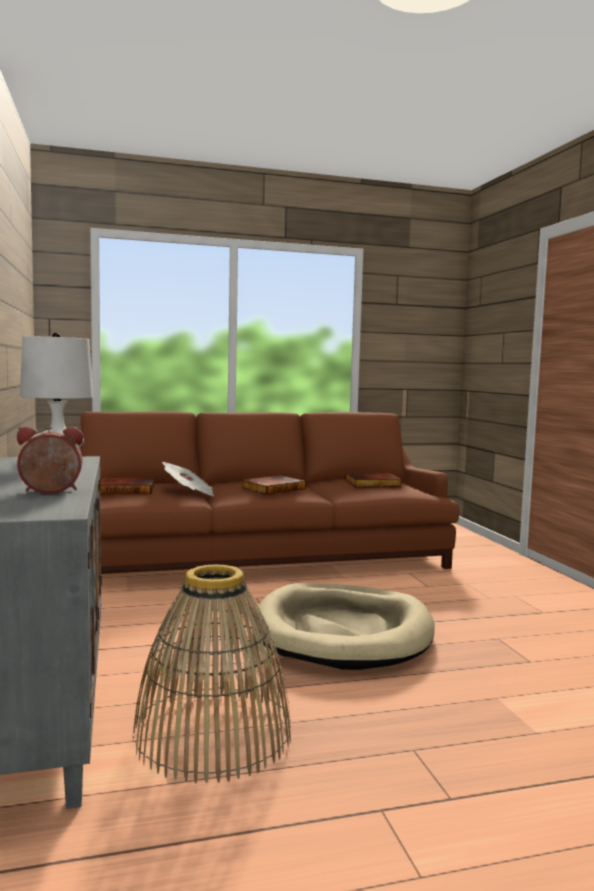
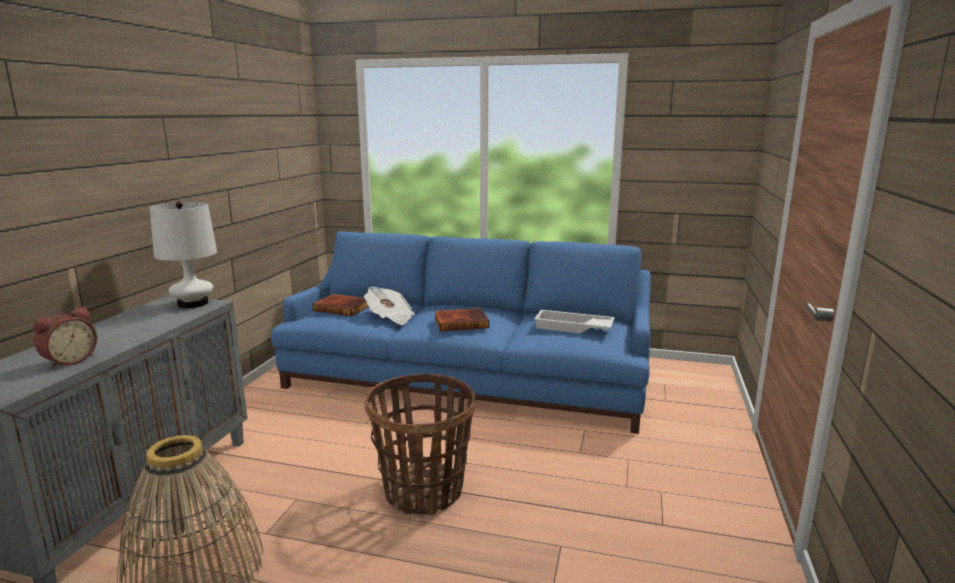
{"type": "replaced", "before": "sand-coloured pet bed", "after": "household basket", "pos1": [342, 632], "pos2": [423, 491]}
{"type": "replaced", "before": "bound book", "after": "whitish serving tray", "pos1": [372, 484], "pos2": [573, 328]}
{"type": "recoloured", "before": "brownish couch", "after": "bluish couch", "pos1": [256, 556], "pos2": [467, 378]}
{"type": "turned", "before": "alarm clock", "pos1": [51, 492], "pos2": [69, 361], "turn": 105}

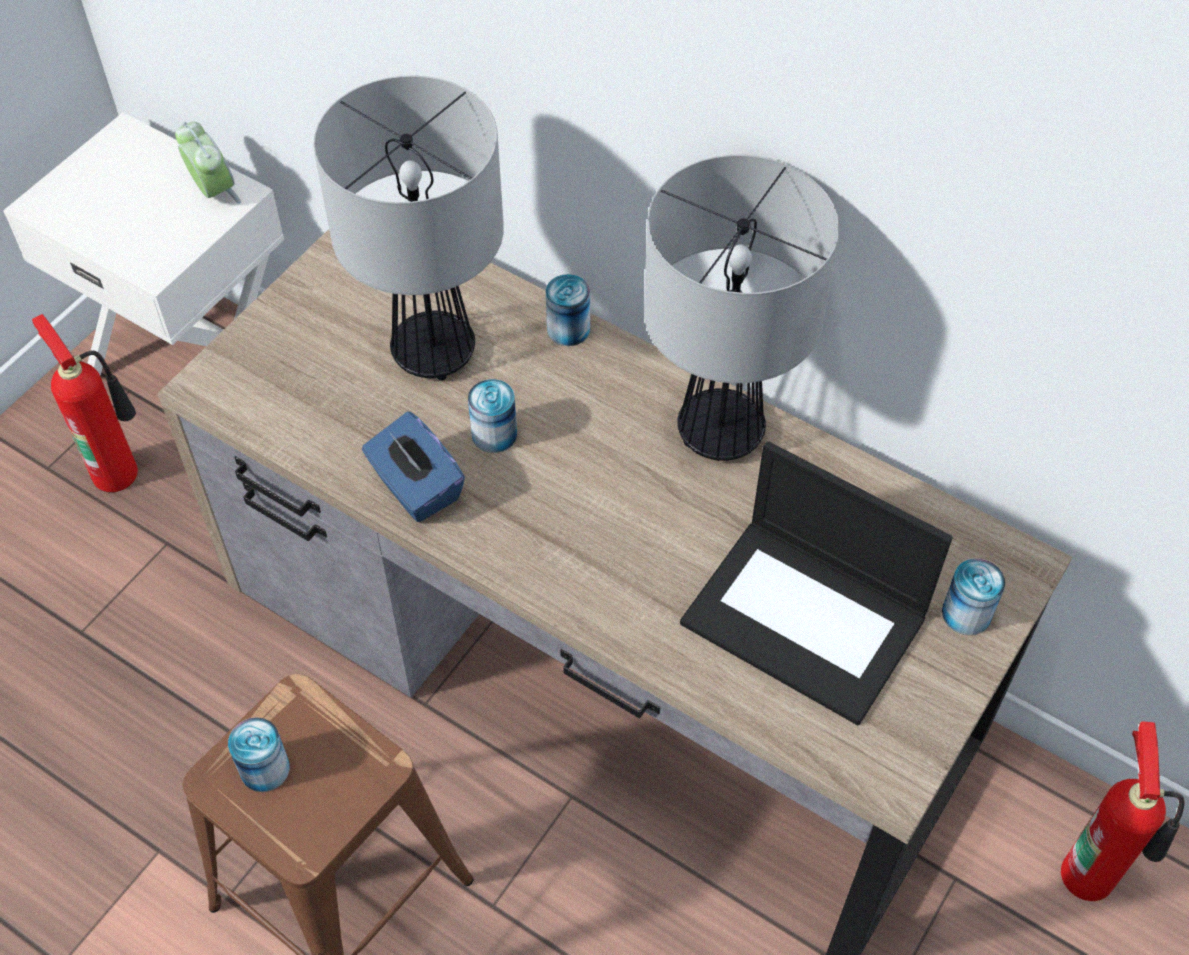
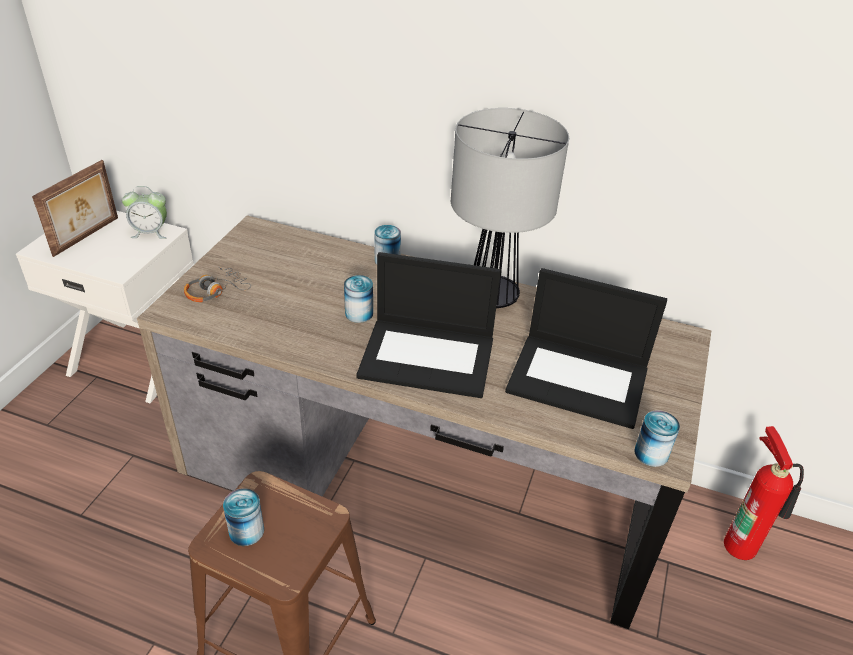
{"type": "removed", "before": "extinguisher", "pos1": [117, 469]}
{"type": "removed", "before": "table lamp", "pos1": [432, 353]}
{"type": "removed", "before": "bluish tissue holder", "pos1": [416, 487]}
{"type": "added", "after": "photo frame", "pos2": [87, 237]}
{"type": "added", "after": "headset", "pos2": [216, 291]}
{"type": "added", "after": "portable computer", "pos2": [429, 357]}
{"type": "moved", "before": "metal can", "pos1": [966, 613], "pos2": [651, 453]}
{"type": "turned", "before": "alarm clock", "pos1": [213, 192], "pos2": [150, 232], "turn": 135}

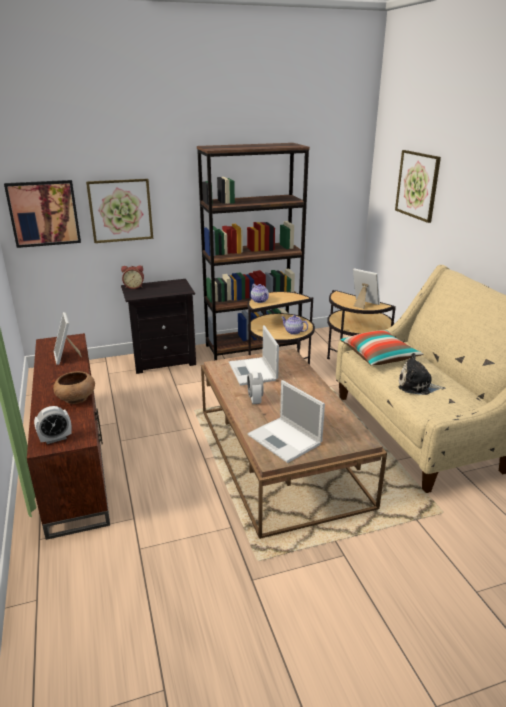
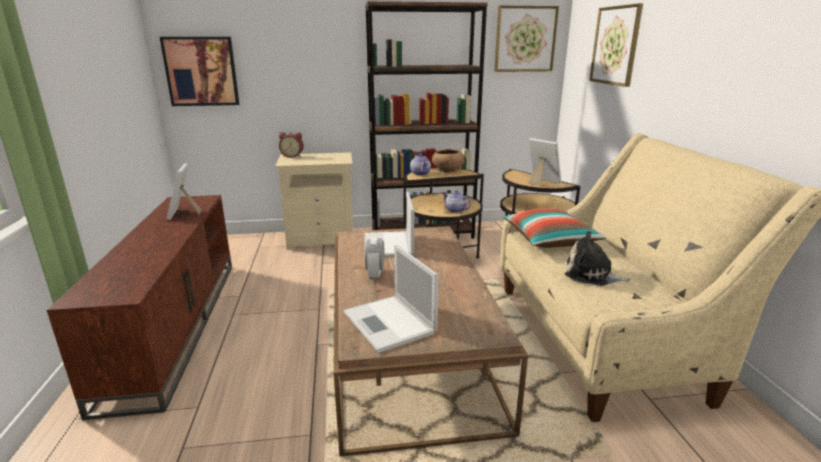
{"type": "removed", "before": "alarm clock", "pos1": [56, 439]}
{"type": "moved", "before": "brownish deep dish", "pos1": [76, 398], "pos2": [447, 170]}
{"type": "moved", "before": "wall picture", "pos1": [120, 210], "pos2": [525, 39]}
{"type": "recoloured", "before": "blackish bedside table", "after": "sand-coloured bedside table", "pos1": [163, 360], "pos2": [321, 239]}

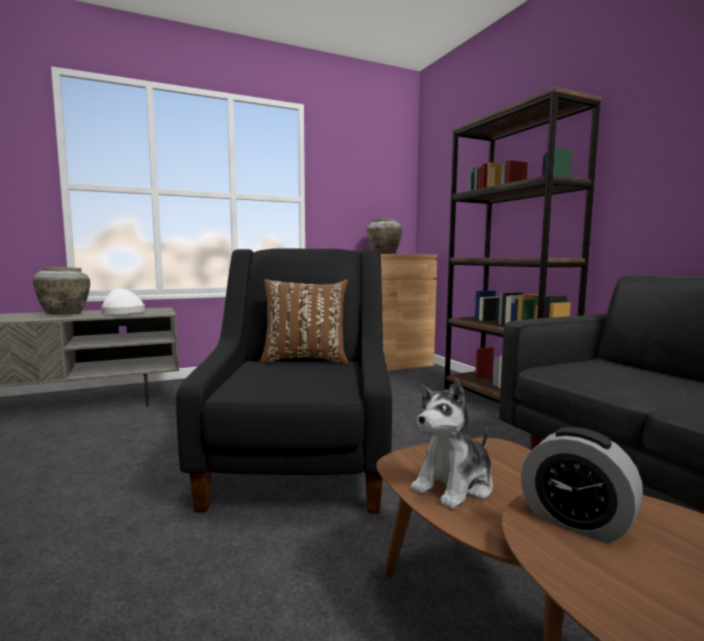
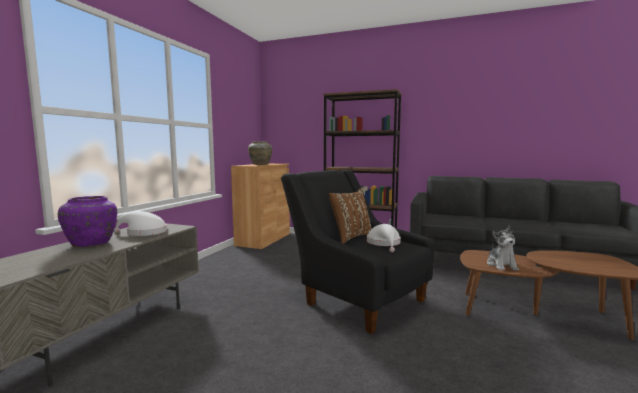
{"type": "removed", "before": "alarm clock", "pos1": [576, 522]}
{"type": "added", "after": "whitish wearable hat", "pos2": [384, 244]}
{"type": "recoloured", "before": "sand-coloured decorative vase", "after": "purplish decorative vase", "pos1": [65, 314], "pos2": [92, 244]}

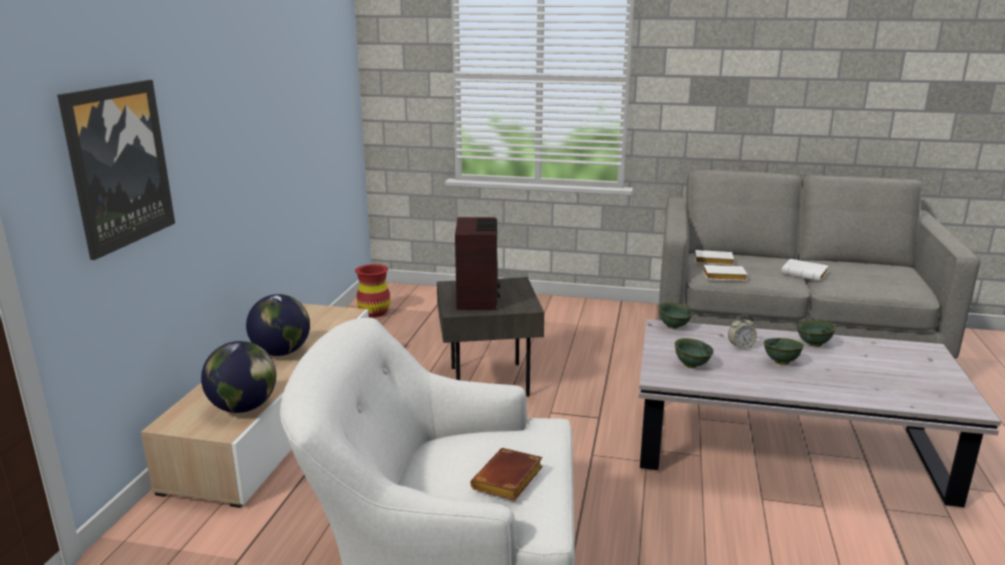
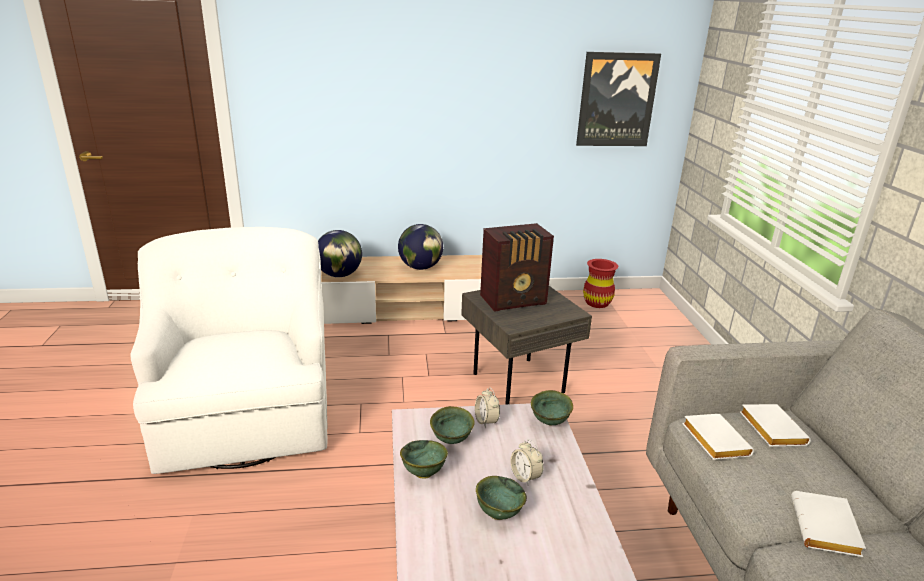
{"type": "removed", "before": "brownish bound book", "pos1": [508, 481]}
{"type": "added", "after": "alarm clock", "pos2": [486, 421]}
{"type": "moved", "before": "wall picture", "pos1": [118, 166], "pos2": [616, 100]}
{"type": "moved", "before": "greenish deep dish", "pos1": [814, 345], "pos2": [422, 473]}

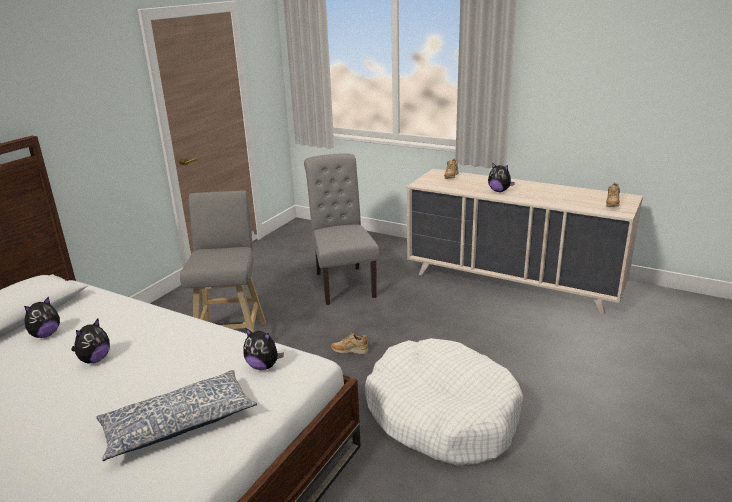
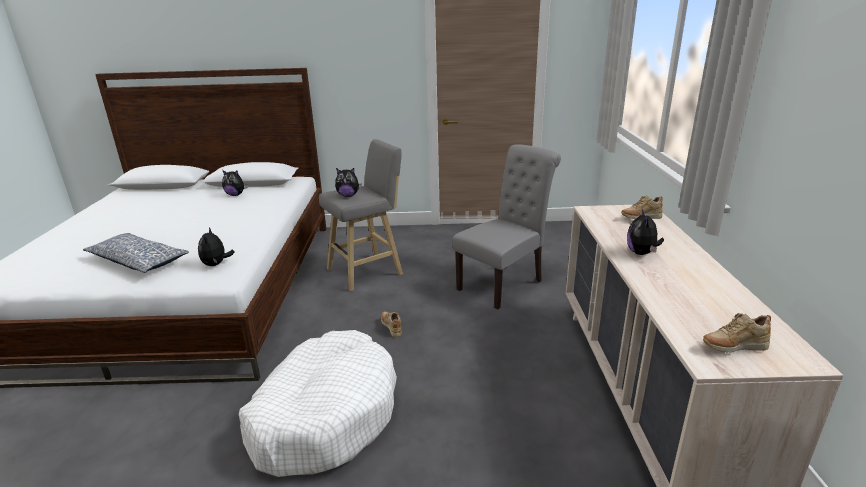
{"type": "moved", "before": "cuddly toy", "pos1": [94, 359], "pos2": [348, 195]}

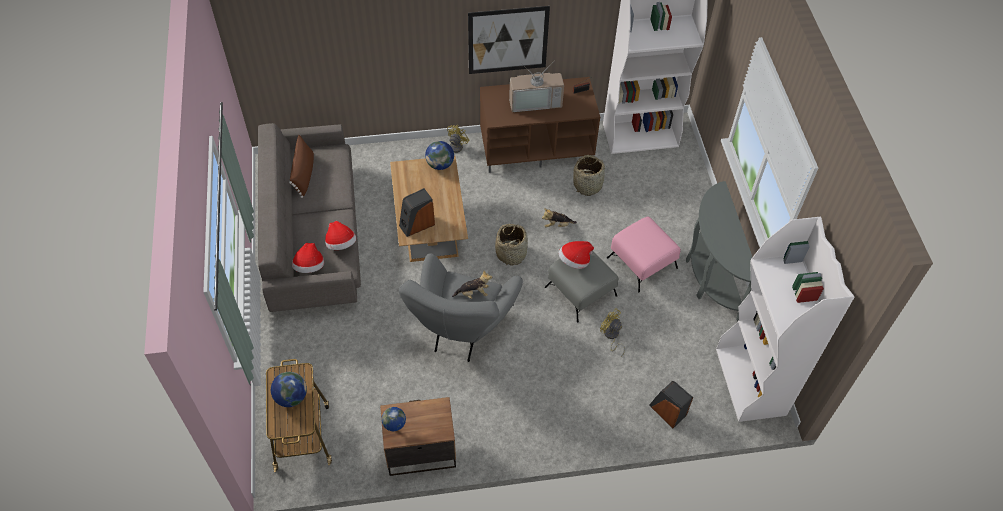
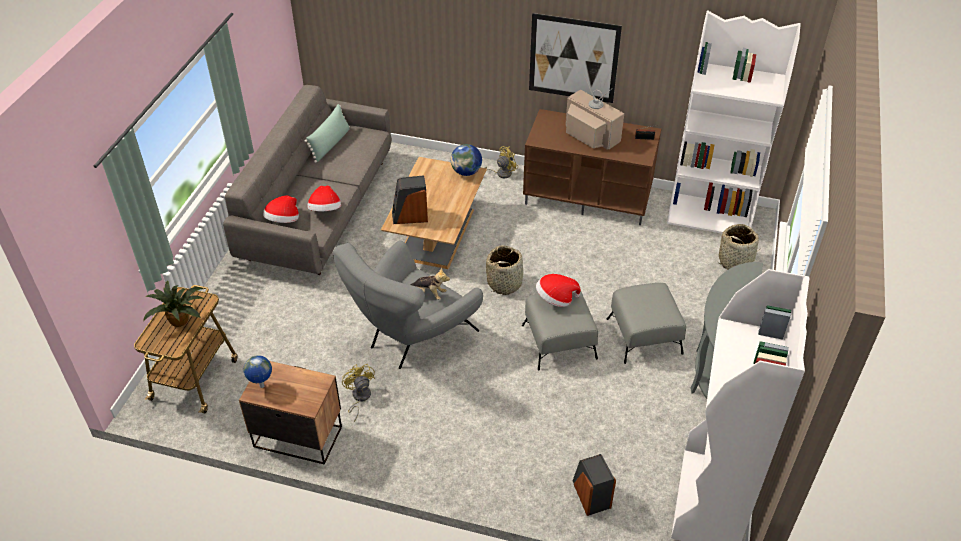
{"type": "removed", "before": "cuddly toy", "pos1": [557, 225]}
{"type": "moved", "before": "household basket", "pos1": [588, 185], "pos2": [735, 261]}
{"type": "moved", "before": "yellow cooling fan", "pos1": [611, 336], "pos2": [359, 398]}
{"type": "replaced", "before": "globe", "after": "plant in a pot", "pos1": [291, 397], "pos2": [180, 319]}
{"type": "recoloured", "before": "brownish cushion", "after": "greenish cushion", "pos1": [304, 174], "pos2": [330, 144]}
{"type": "recoloured", "before": "pink pouffe", "after": "gray pouffe", "pos1": [642, 262], "pos2": [644, 335]}
{"type": "turned", "before": "television", "pos1": [535, 101], "pos2": [589, 135], "turn": -150}

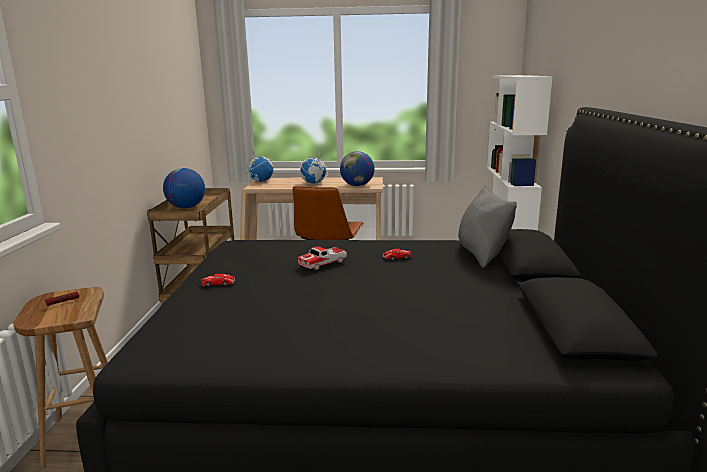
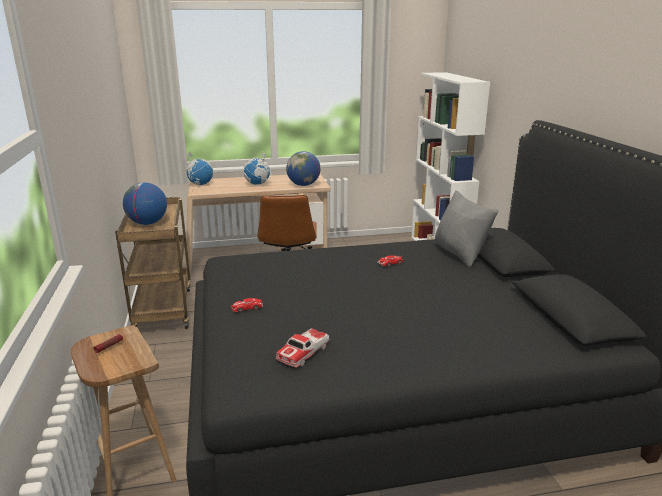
{"type": "moved", "before": "toy car", "pos1": [322, 263], "pos2": [303, 353]}

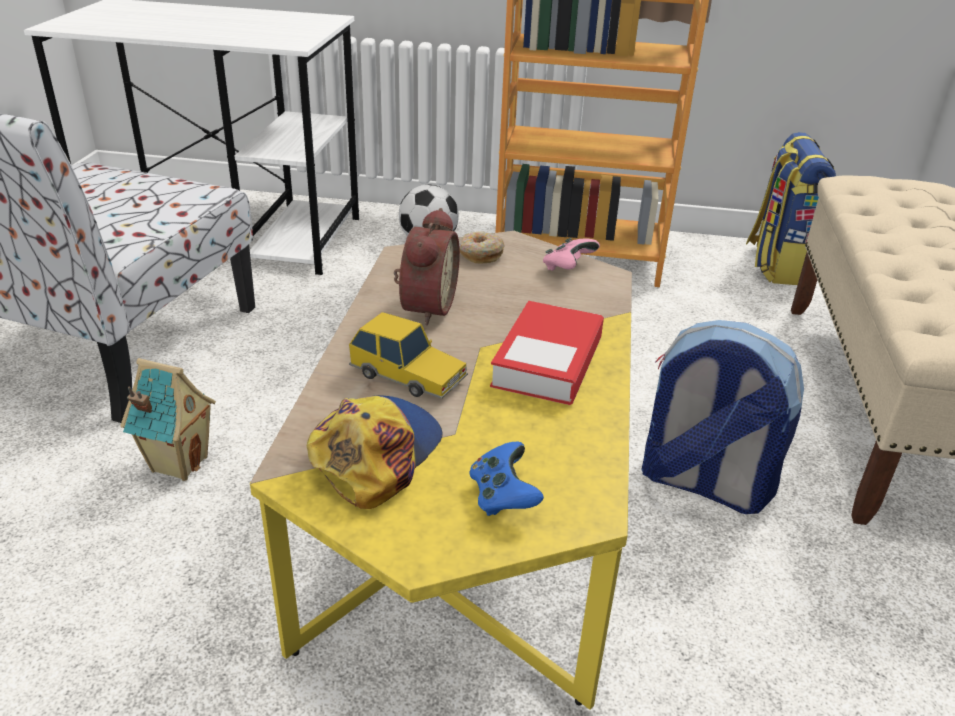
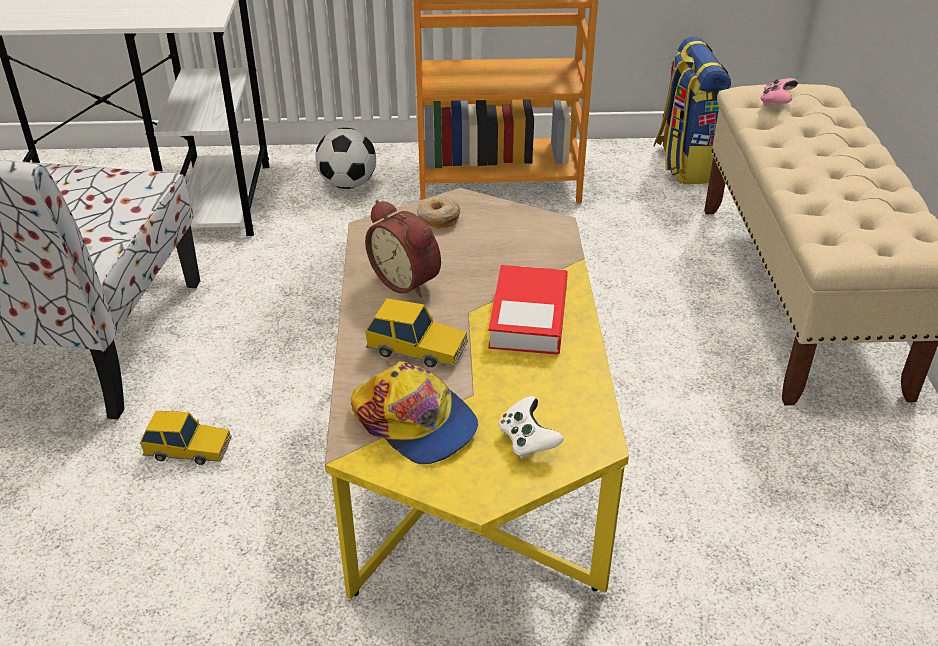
{"type": "removed", "before": "knapsack", "pos1": [702, 483]}
{"type": "moved", "before": "pink game controller", "pos1": [568, 267], "pos2": [776, 102]}
{"type": "replaced", "before": "toy house", "after": "toy car", "pos1": [178, 463], "pos2": [188, 449]}
{"type": "recoloured", "before": "bluish game controller", "after": "whitish game controller", "pos1": [502, 496], "pos2": [527, 441]}
{"type": "turned", "before": "baseball cap", "pos1": [375, 453], "pos2": [415, 422], "turn": 120}
{"type": "turned", "before": "alarm clock", "pos1": [424, 307], "pos2": [408, 280], "turn": 135}

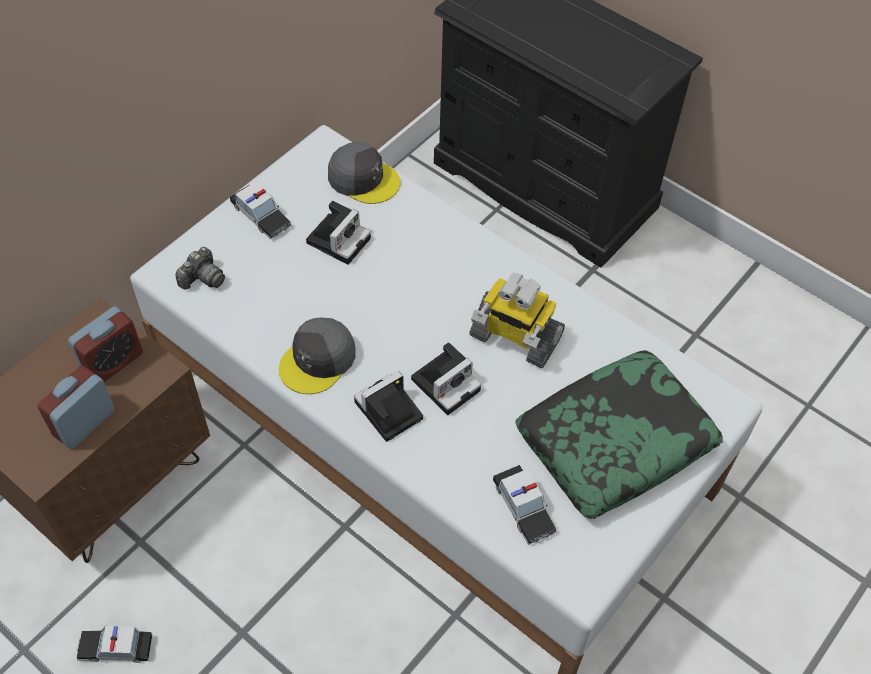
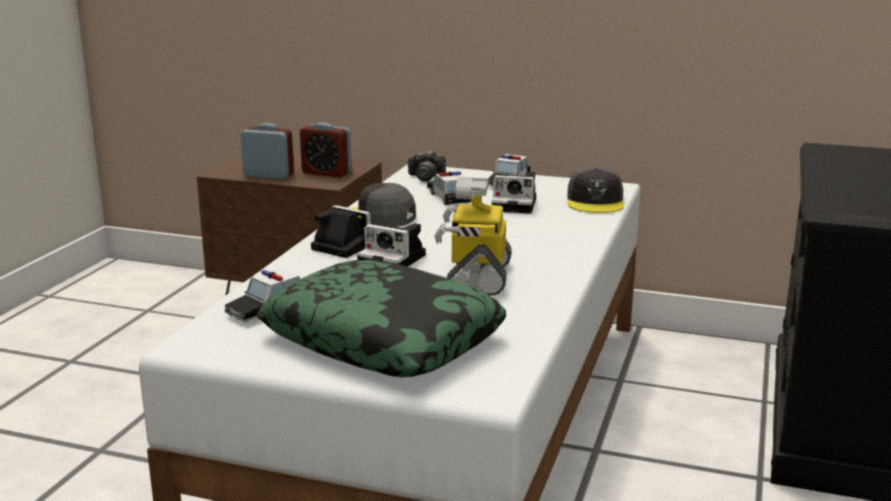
{"type": "moved", "before": "toy car", "pos1": [115, 648], "pos2": [448, 197]}

